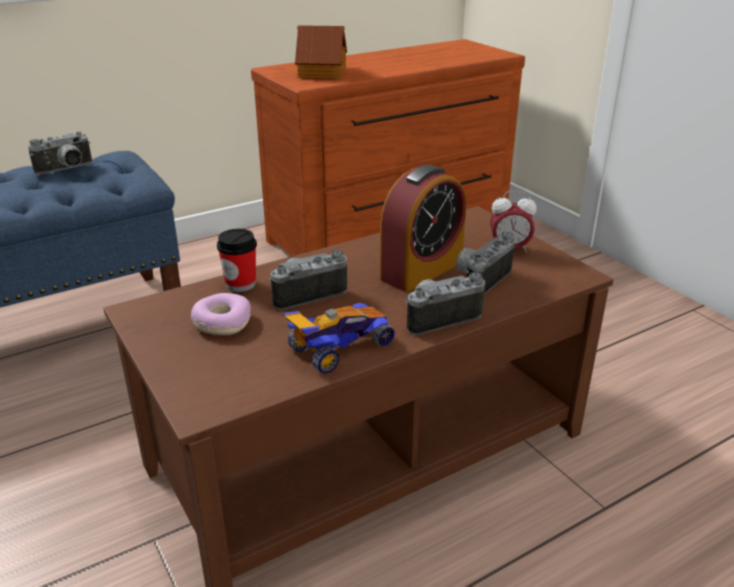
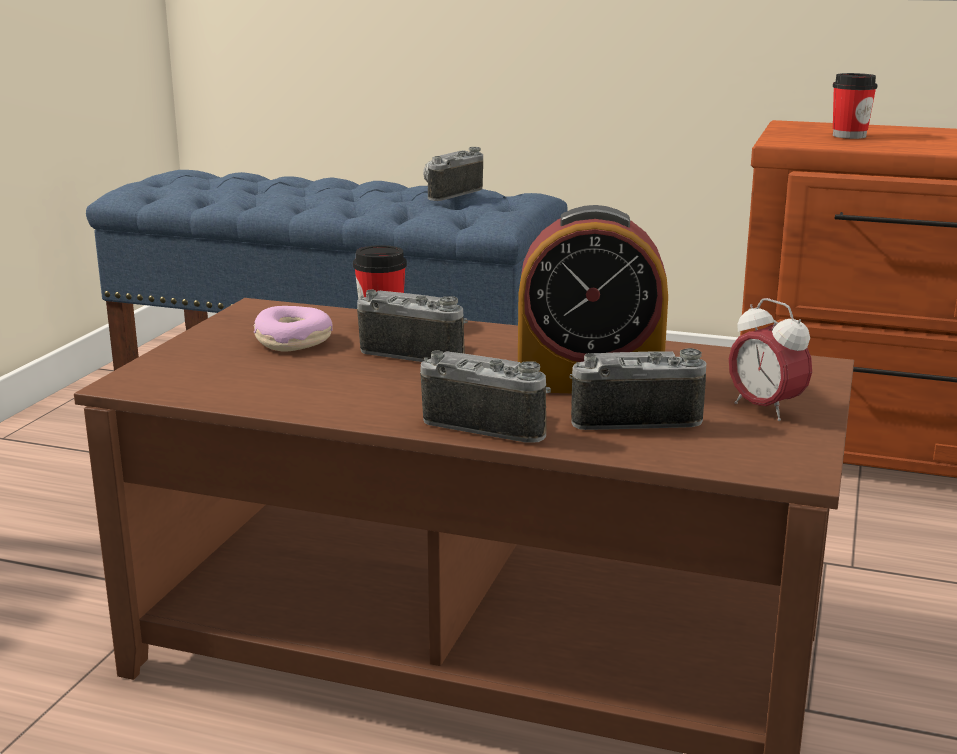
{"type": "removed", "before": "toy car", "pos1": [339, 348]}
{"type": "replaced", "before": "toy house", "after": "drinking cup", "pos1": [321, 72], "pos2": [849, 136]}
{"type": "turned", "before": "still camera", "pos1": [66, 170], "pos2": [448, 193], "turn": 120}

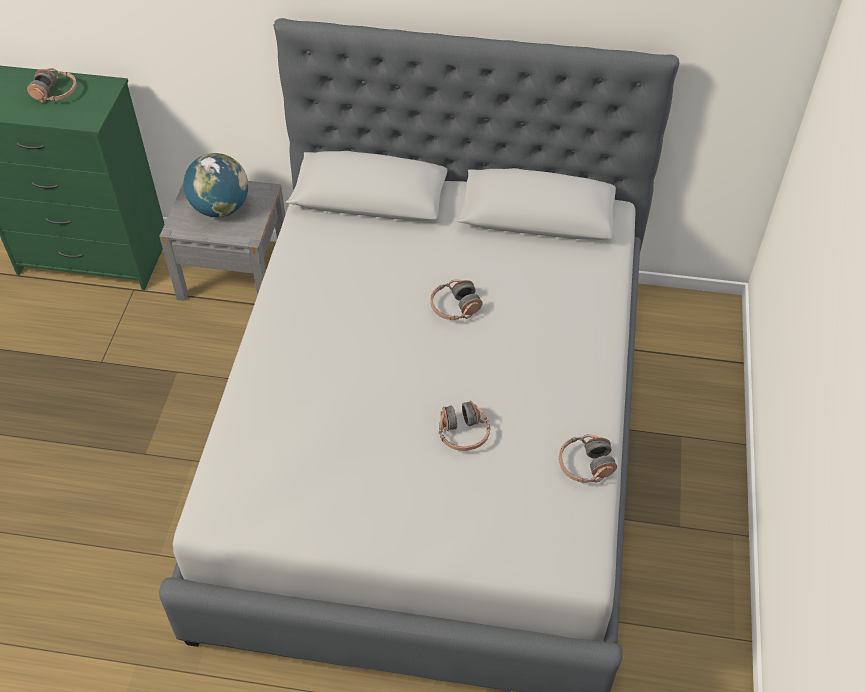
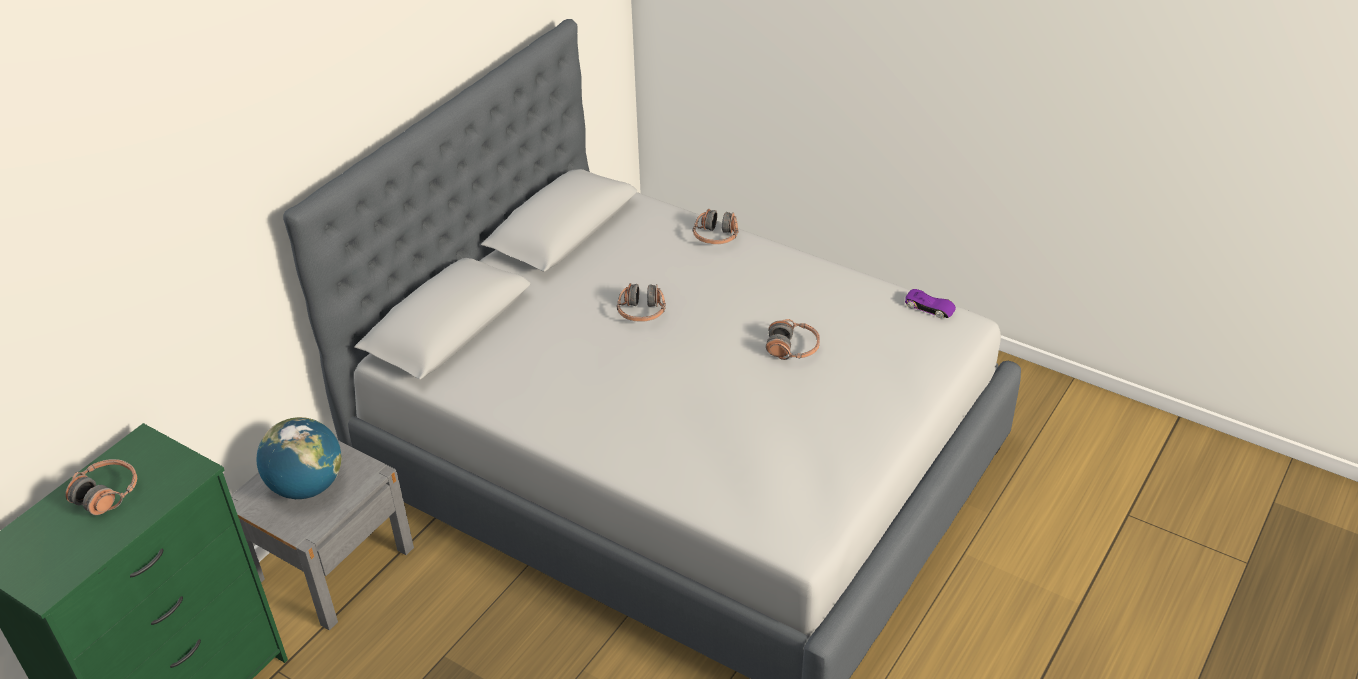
{"type": "added", "after": "purplish toy car", "pos2": [930, 307]}
{"type": "moved", "before": "headset", "pos1": [585, 465], "pos2": [716, 236]}

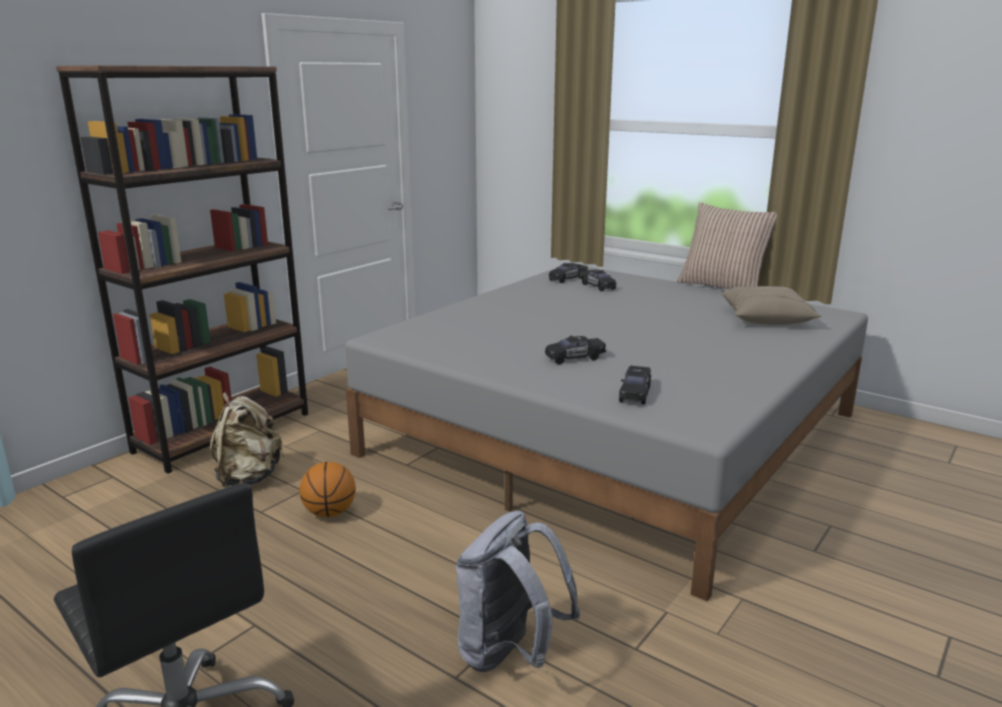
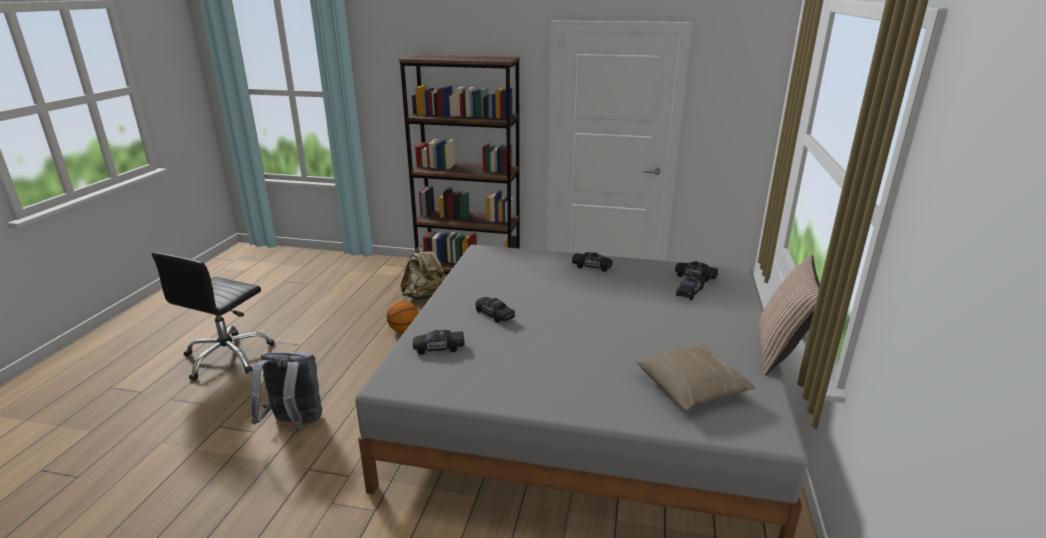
{"type": "added", "after": "blackish toy car", "pos2": [592, 267]}

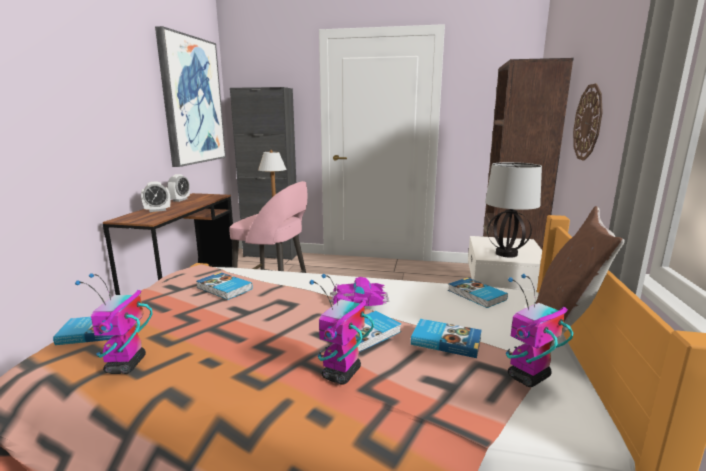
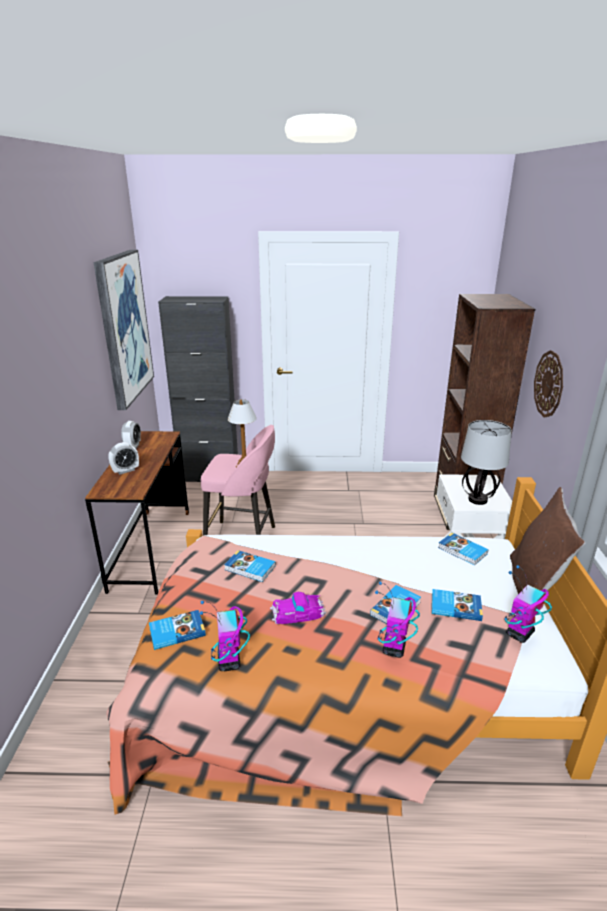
{"type": "moved", "before": "toy car", "pos1": [358, 299], "pos2": [297, 612]}

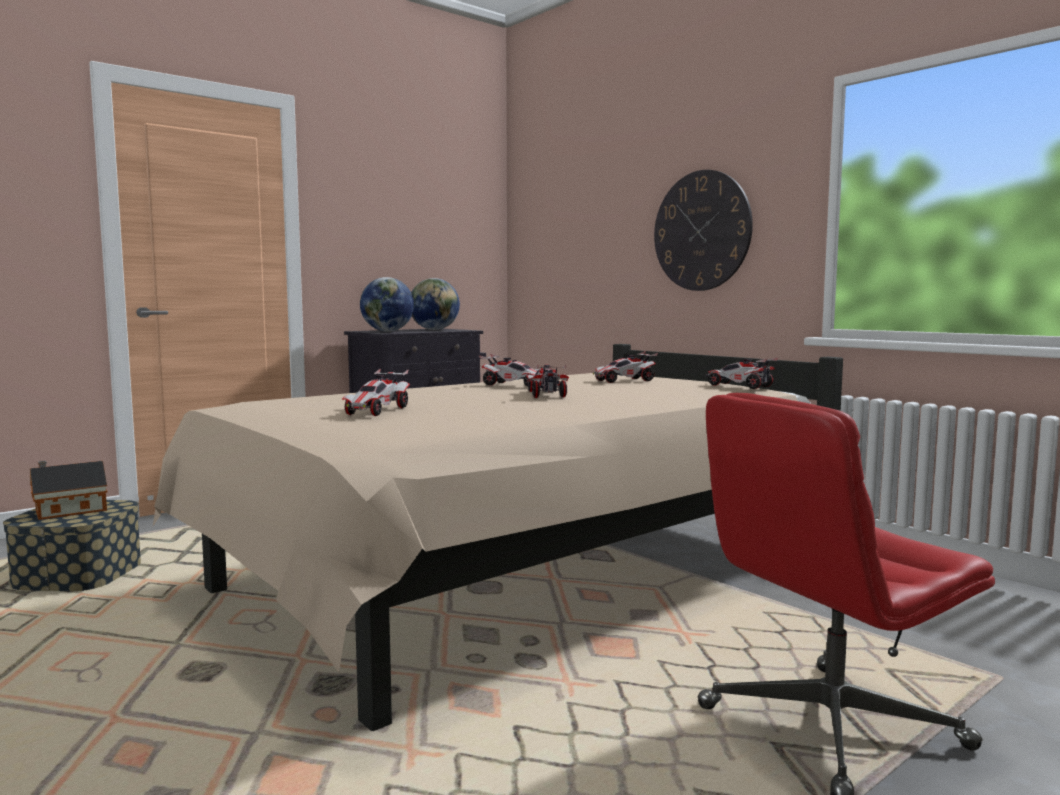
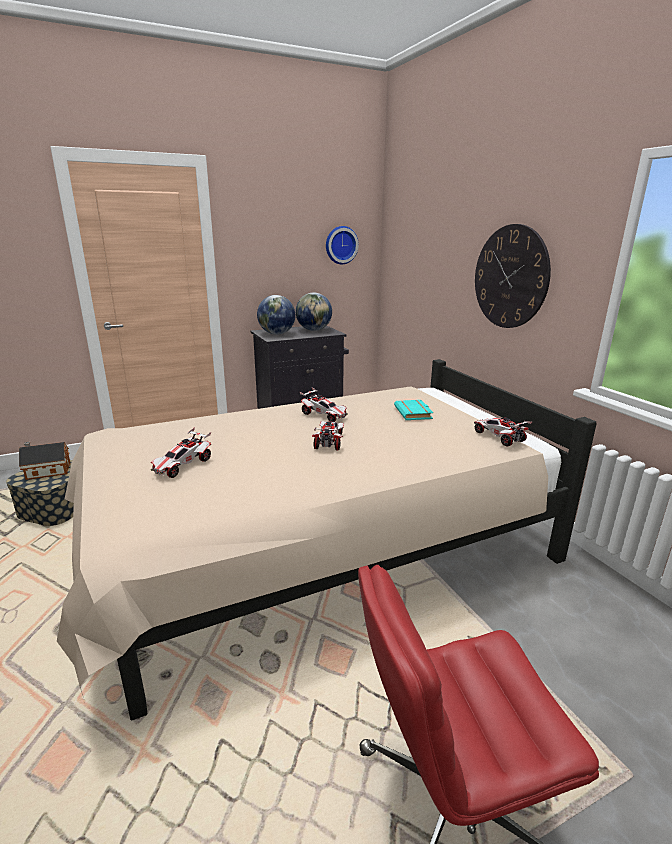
{"type": "added", "after": "hanging clock", "pos2": [340, 245]}
{"type": "replaced", "before": "toy car", "after": "blue-green bound book", "pos1": [624, 381], "pos2": [414, 413]}

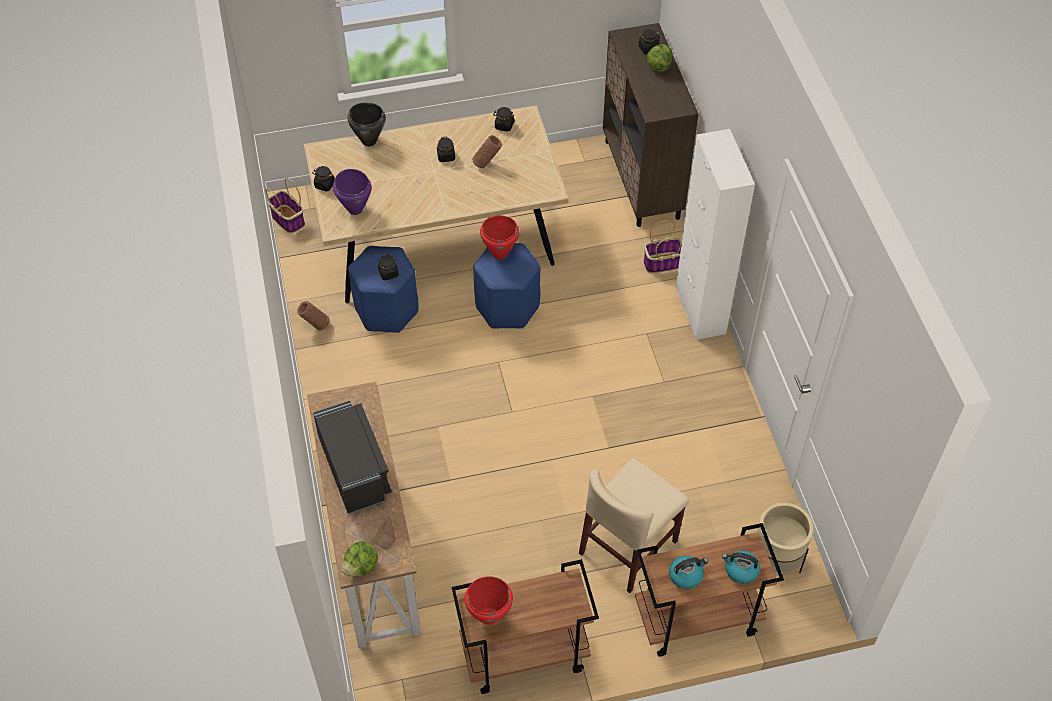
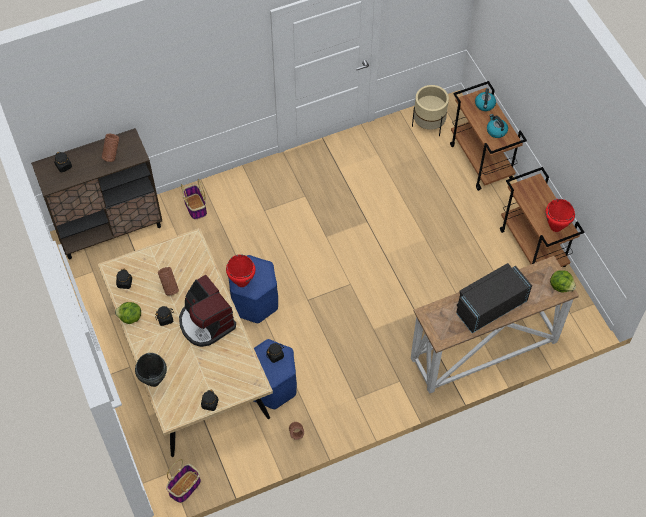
{"type": "removed", "before": "purplish stockpot", "pos1": [355, 209]}
{"type": "removed", "before": "sand-coloured upright chair", "pos1": [628, 547]}
{"type": "removed", "before": "whitish cabinet", "pos1": [700, 310]}
{"type": "added", "after": "brownish decorative vase", "pos2": [112, 155]}
{"type": "added", "after": "coffee maker", "pos2": [206, 323]}
{"type": "moved", "before": "head of lettuce", "pos1": [659, 66], "pos2": [130, 318]}

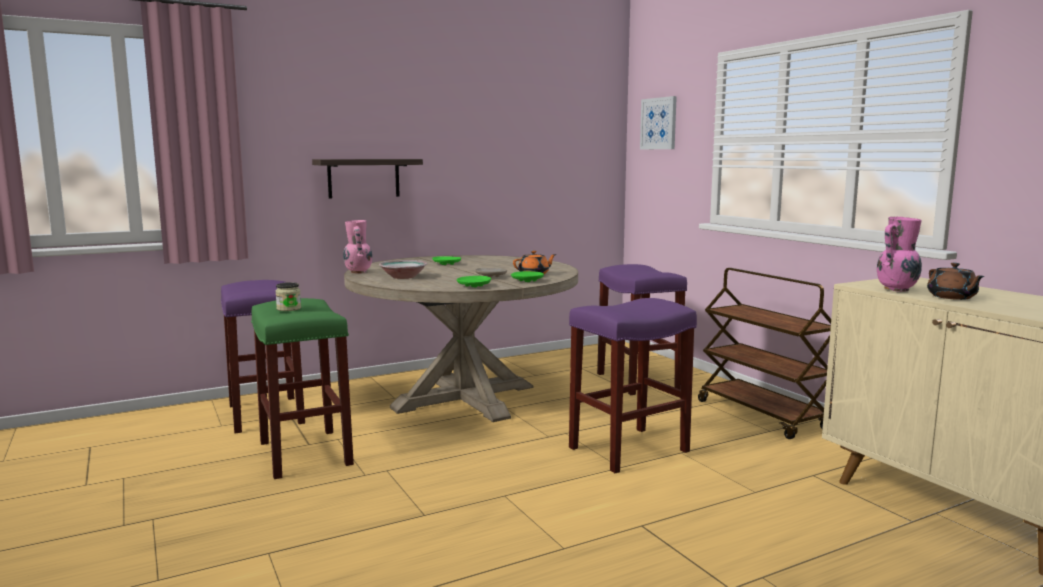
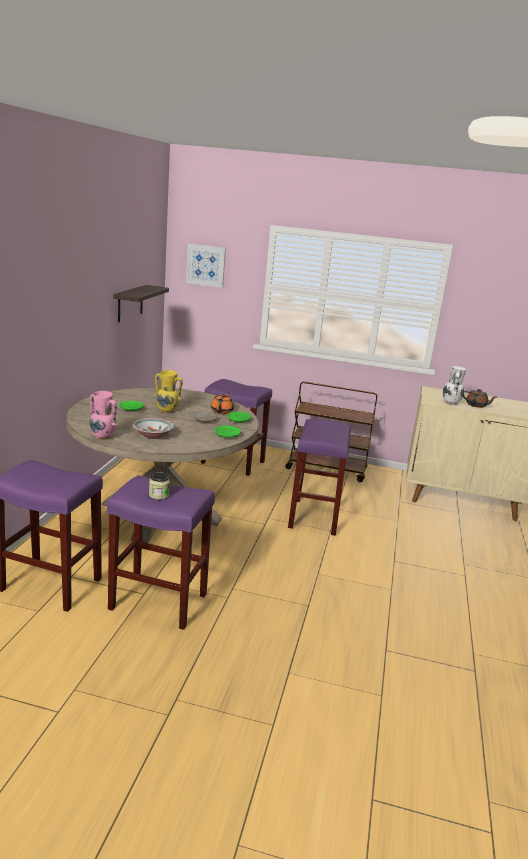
{"type": "added", "after": "yellow decorative vase", "pos2": [167, 411]}
{"type": "moved", "before": "shelf", "pos1": [363, 178], "pos2": [130, 303]}
{"type": "recoloured", "before": "greenish stool", "after": "purplish stool", "pos1": [304, 453], "pos2": [157, 602]}
{"type": "recoloured", "before": "pink decorative vase", "after": "whitish decorative vase", "pos1": [897, 290], "pos2": [451, 403]}

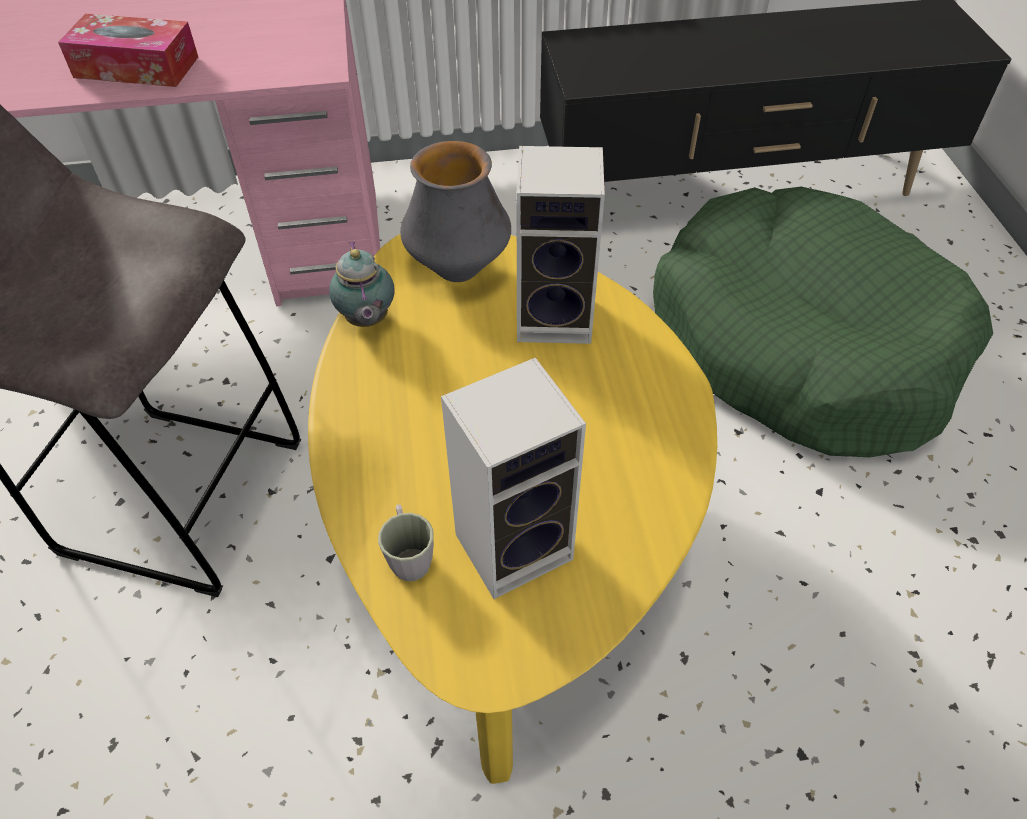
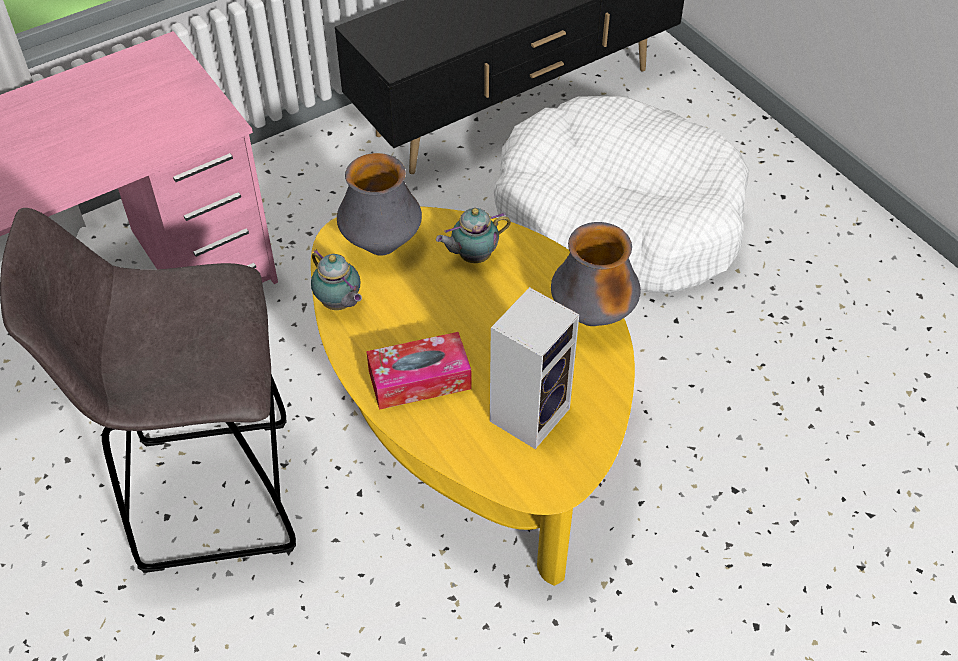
{"type": "removed", "before": "gray tea mug", "pos1": [409, 555]}
{"type": "added", "after": "decorative vase", "pos2": [592, 315]}
{"type": "moved", "before": "tissue holder", "pos1": [136, 67], "pos2": [419, 380]}
{"type": "replaced", "before": "speaker", "after": "pot for tea", "pos1": [557, 317], "pos2": [472, 257]}
{"type": "recoloured", "before": "greenish pet bed", "after": "whitish pet bed", "pos1": [800, 345], "pos2": [618, 218]}

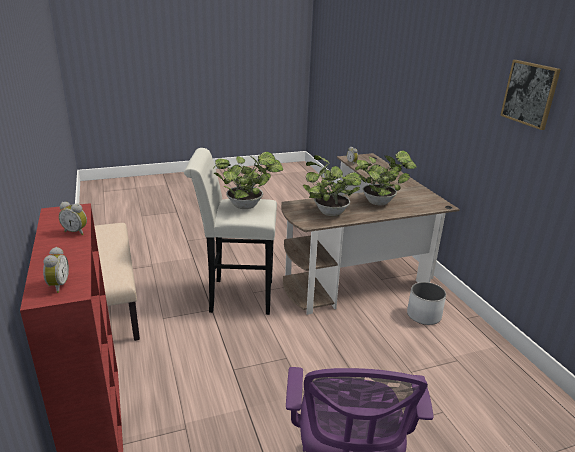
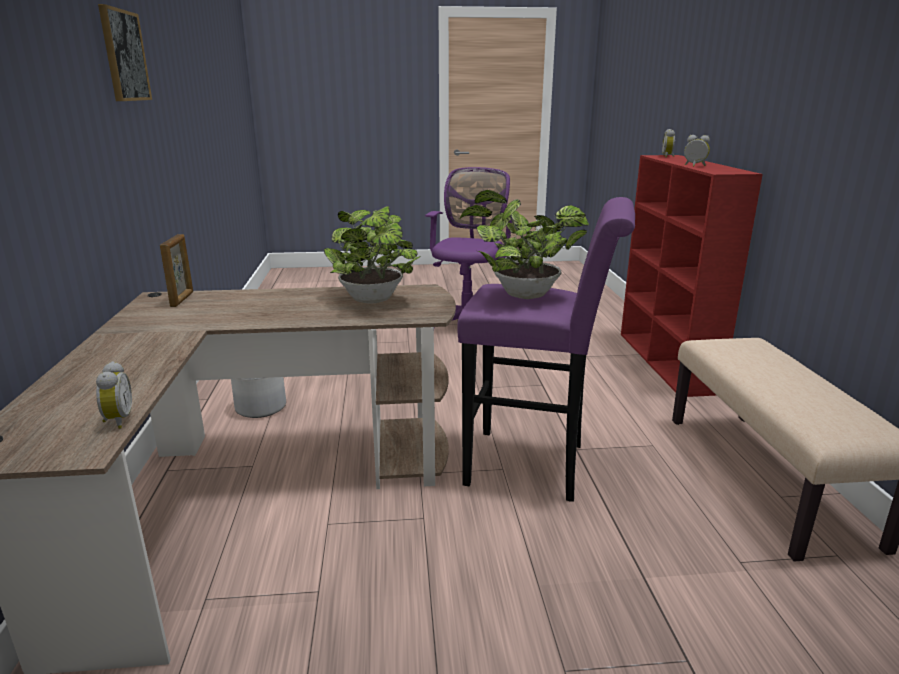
{"type": "removed", "before": "plant in a pot", "pos1": [380, 202]}
{"type": "added", "after": "photo frame", "pos2": [182, 299]}
{"type": "recoloured", "before": "whitish stool", "after": "purplish stool", "pos1": [235, 296], "pos2": [535, 466]}

